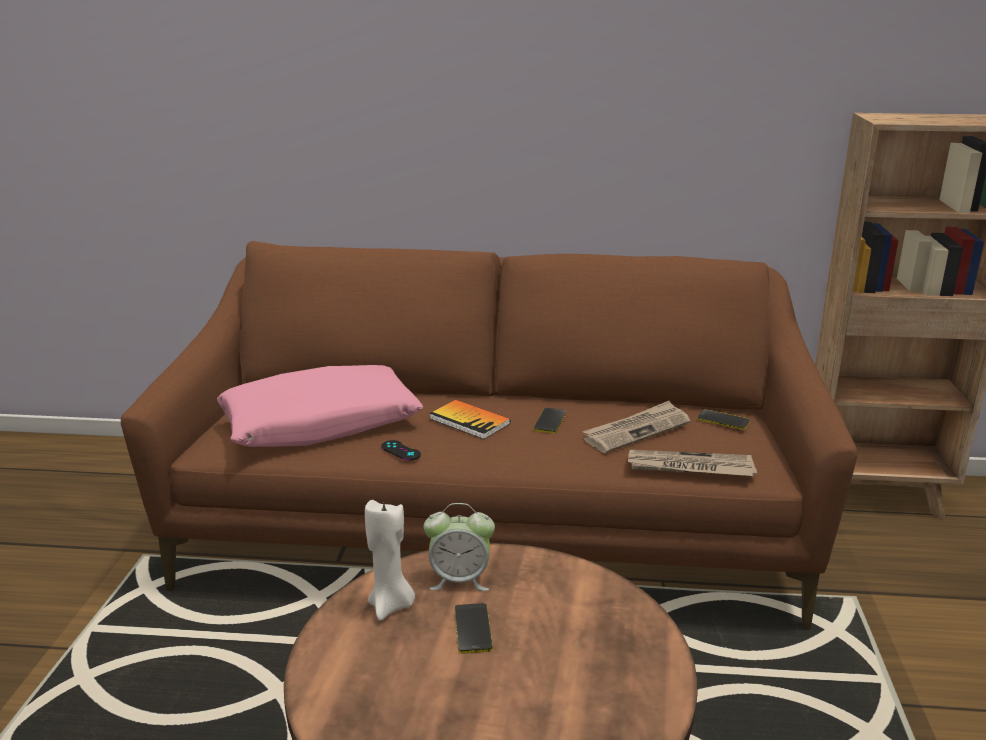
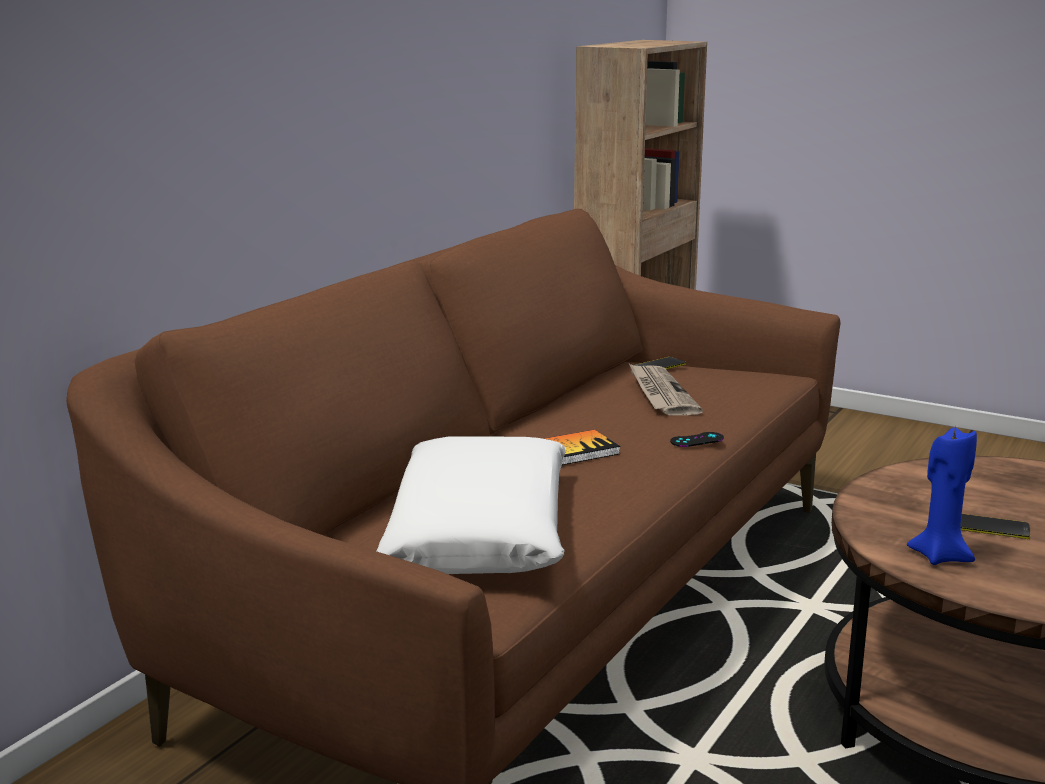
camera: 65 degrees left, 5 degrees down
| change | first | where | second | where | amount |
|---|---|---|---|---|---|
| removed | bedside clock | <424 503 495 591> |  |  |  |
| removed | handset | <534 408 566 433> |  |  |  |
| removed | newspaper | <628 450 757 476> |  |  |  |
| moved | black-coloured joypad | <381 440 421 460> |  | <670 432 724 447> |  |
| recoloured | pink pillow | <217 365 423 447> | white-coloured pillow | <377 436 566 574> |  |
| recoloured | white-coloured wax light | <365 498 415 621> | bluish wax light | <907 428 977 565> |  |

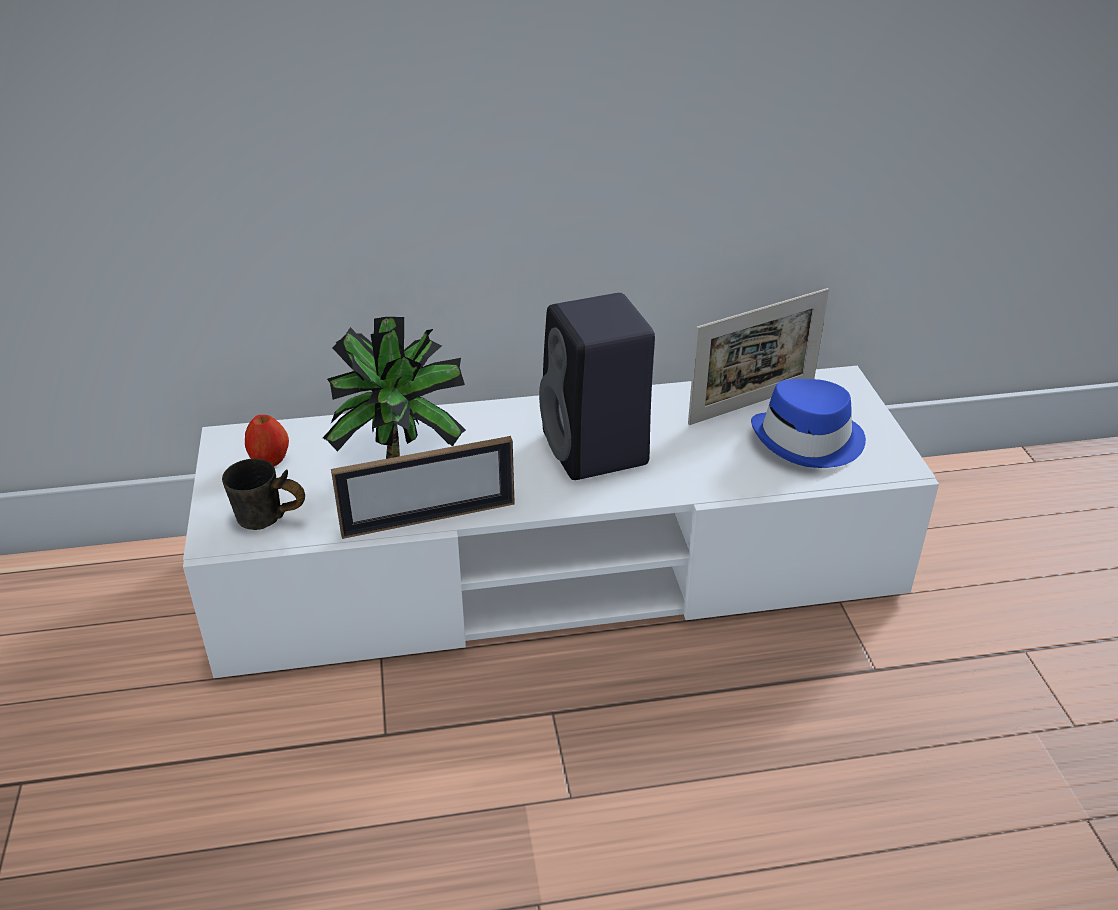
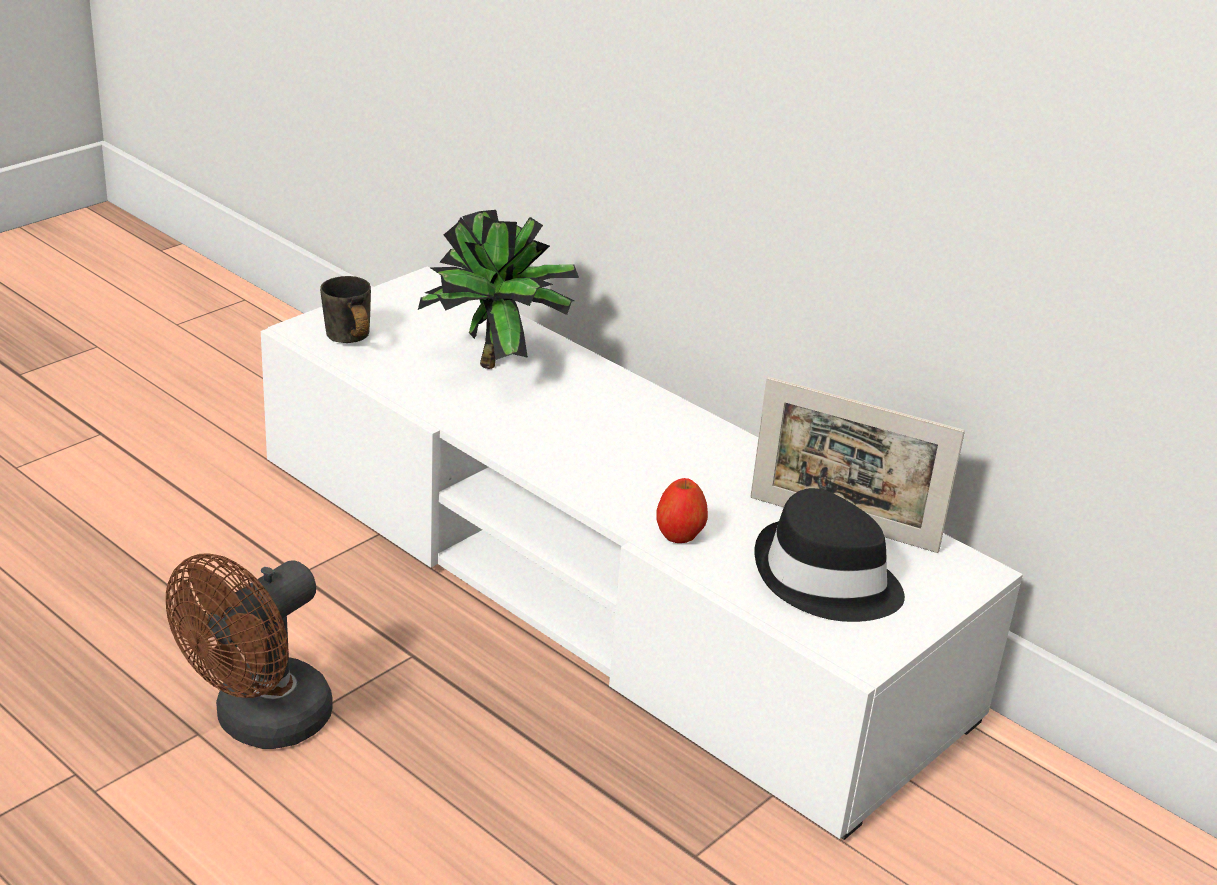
camera: 50 degrees right, 5 degrees down
| change | first | where | second | where | amount |
|---|---|---|---|---|---|
| removed | standing frame | <331 436 515 539> |  |  |  |
| removed | black-coloured audio speaker | <539 293 655 480> |  |  |  |
| added |  |  | brown fan | <166 553 333 749> |  |
| moved | apple | <245 415 289 466> |  | <656 478 708 543> |  |
| recoloured | bluish hat | <751 379 866 468> | black-coloured hat | <755 488 905 622> |  |

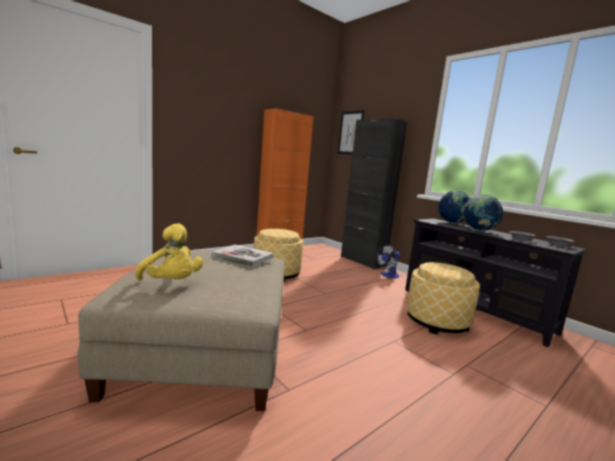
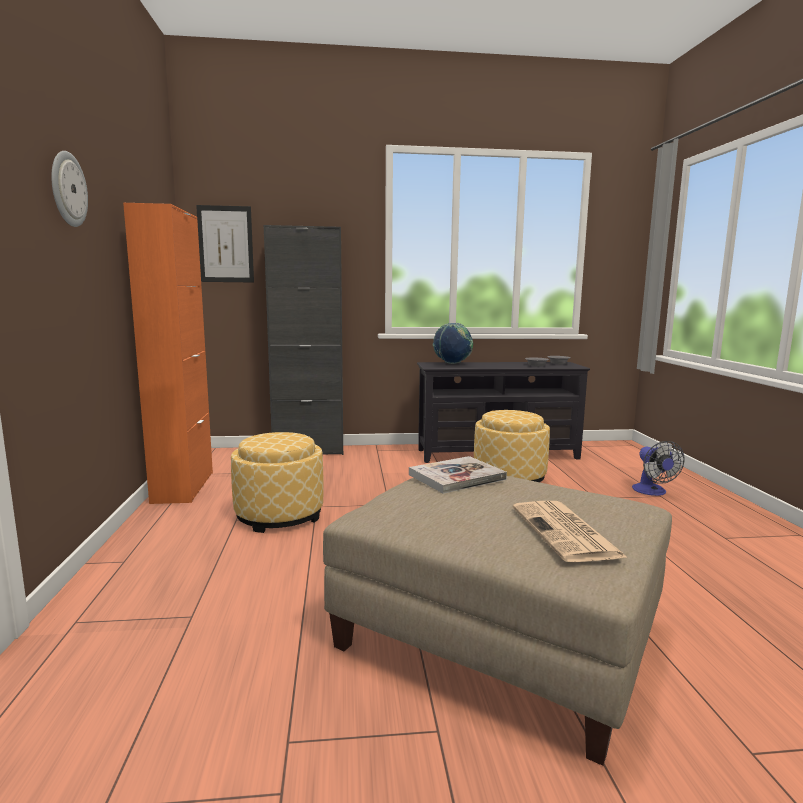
camera: 55 degrees left, 0 degrees up
| change | first | where | second | where | amount |
|---|---|---|---|---|---|
| removed | world globe | <463 194 504 232> |  |  |  |
| added |  |  | clock on the wall | <51 151 88 227> |  |
| moved | fan | <376 245 400 278> |  | <632 441 685 496> |  |
| replaced | yellow-coloured plush toy | <135 223 203 280> | newspaper | <513 501 628 562> |  |

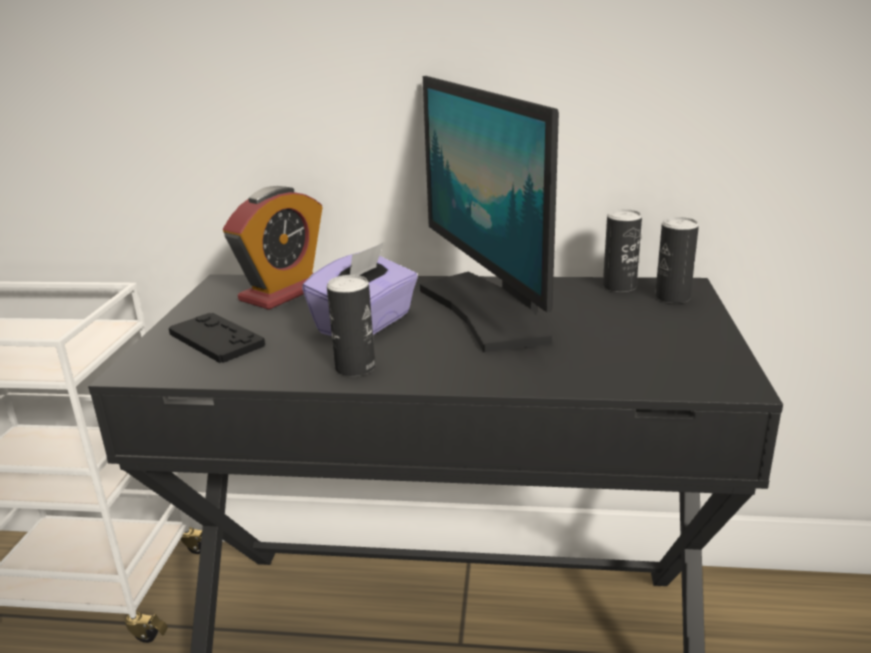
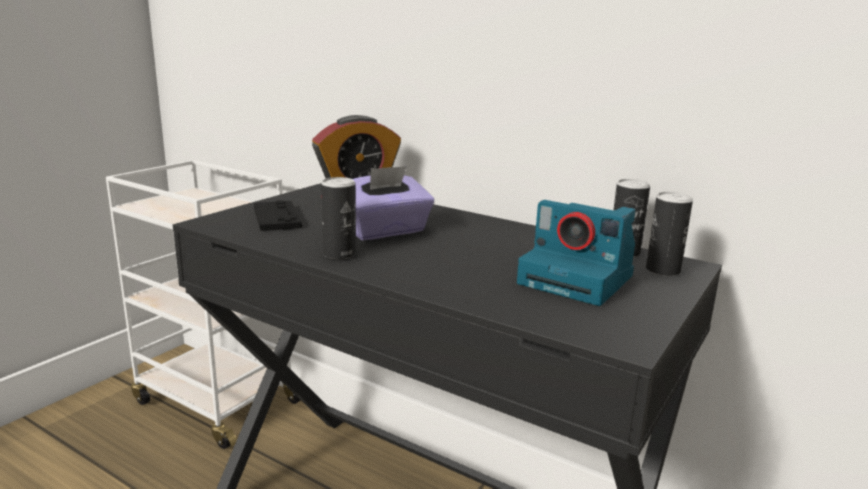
camera: 25 degrees right, 5 degrees down
| change | first | where | second | where | amount |
|---|---|---|---|---|---|
| removed | computer screen | <419 76 559 352> |  |  |  |
| added |  |  | still camera | <517 200 635 306> |  |

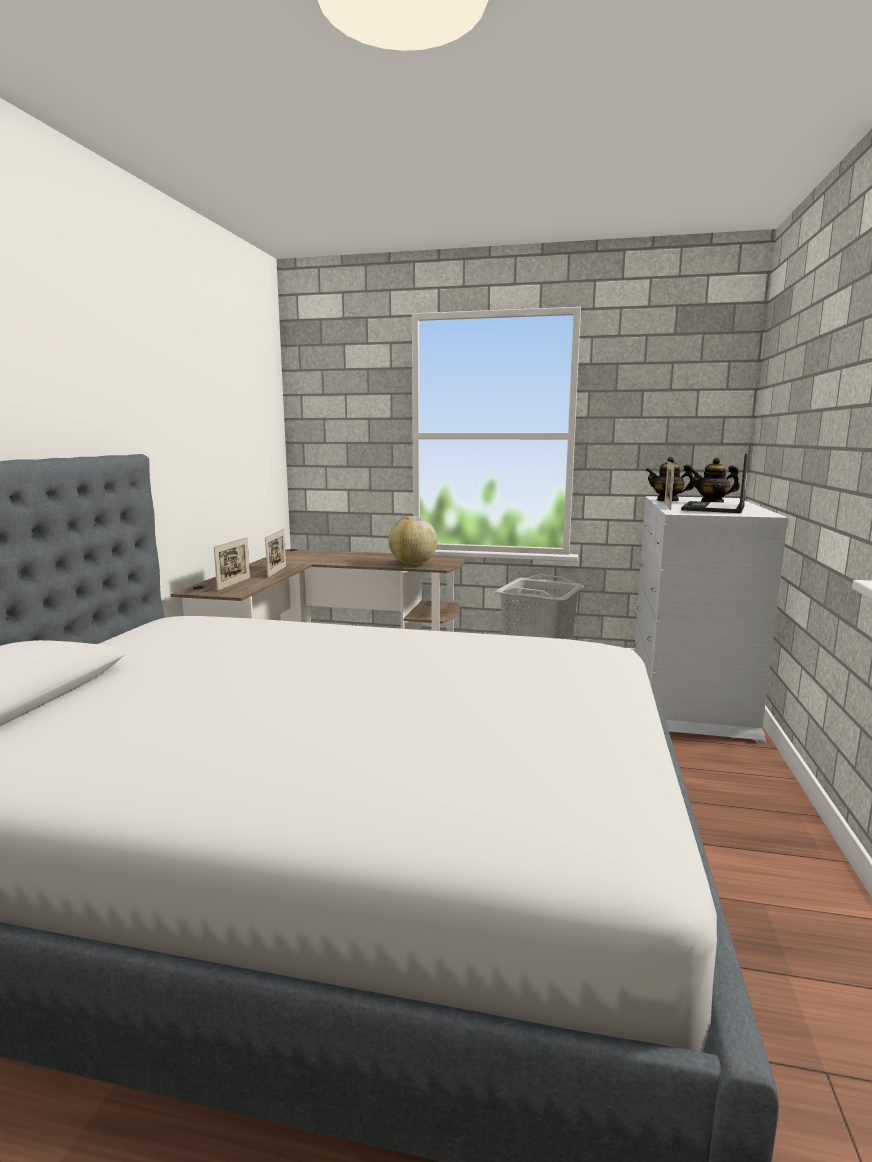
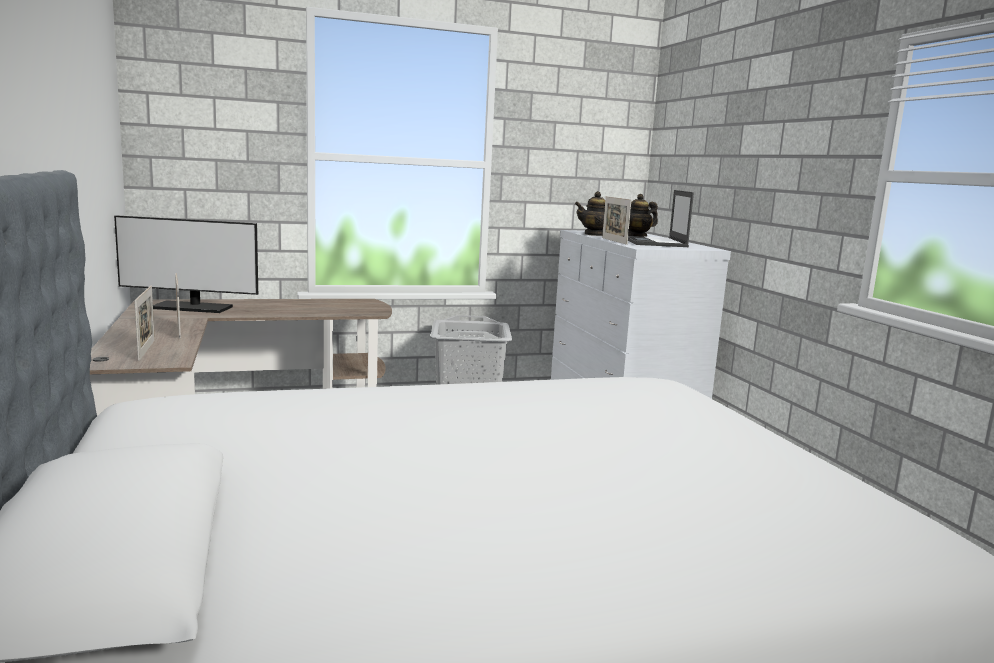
camera: 30 degrees left, 0 degrees up
| change | first | where | second | where | amount |
|---|---|---|---|---|---|
| removed | world globe | <388 516 437 565> |  |  |  |
| added |  |  | computer screen | <114 215 258 313> |  |

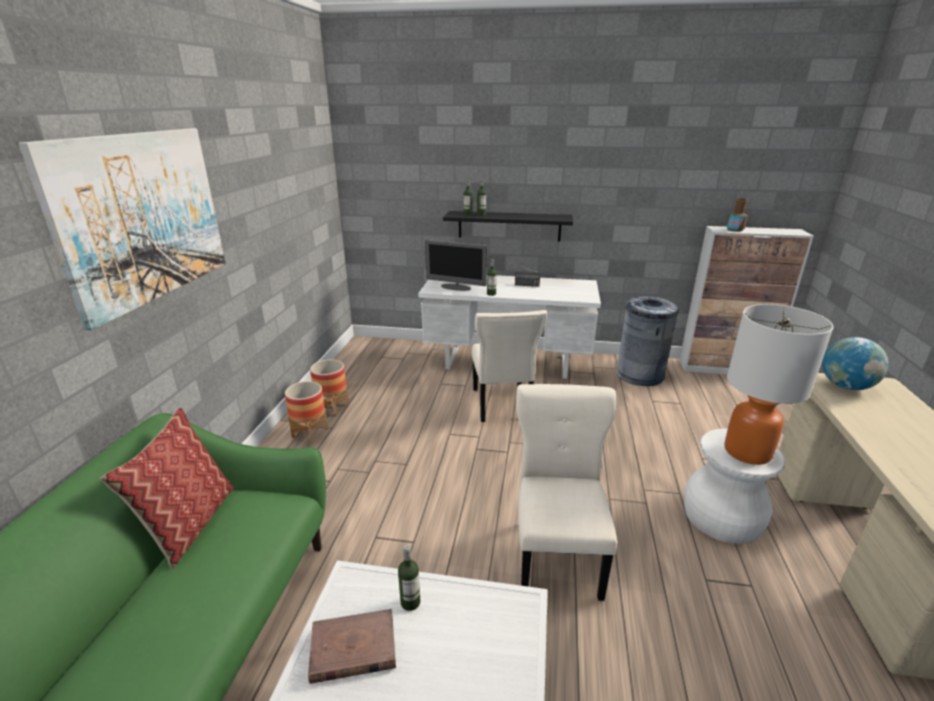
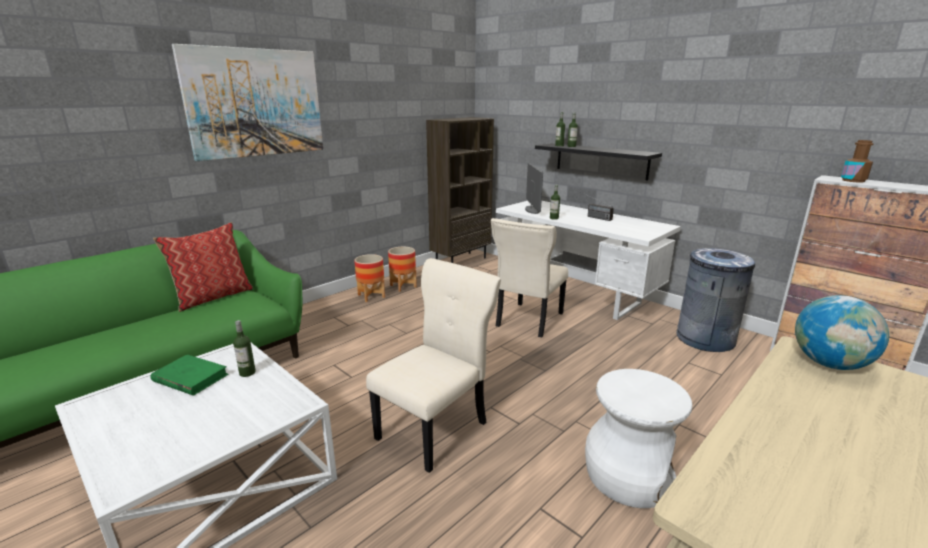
camera: 35 degrees right, 5 degrees down
| change | first | where | second | where | amount |
|---|---|---|---|---|---|
| removed | table lamp | <724 304 834 465> |  |  |  |
| added |  |  | brown bookcase | <426 117 494 263> |  |
| recoloured | brown volume | <308 609 396 684> | green volume | <150 354 228 396> |  |
| turned | computer screen | <425 240 487 291> |  | <525 163 543 214> | 150 degrees counterclockwise |

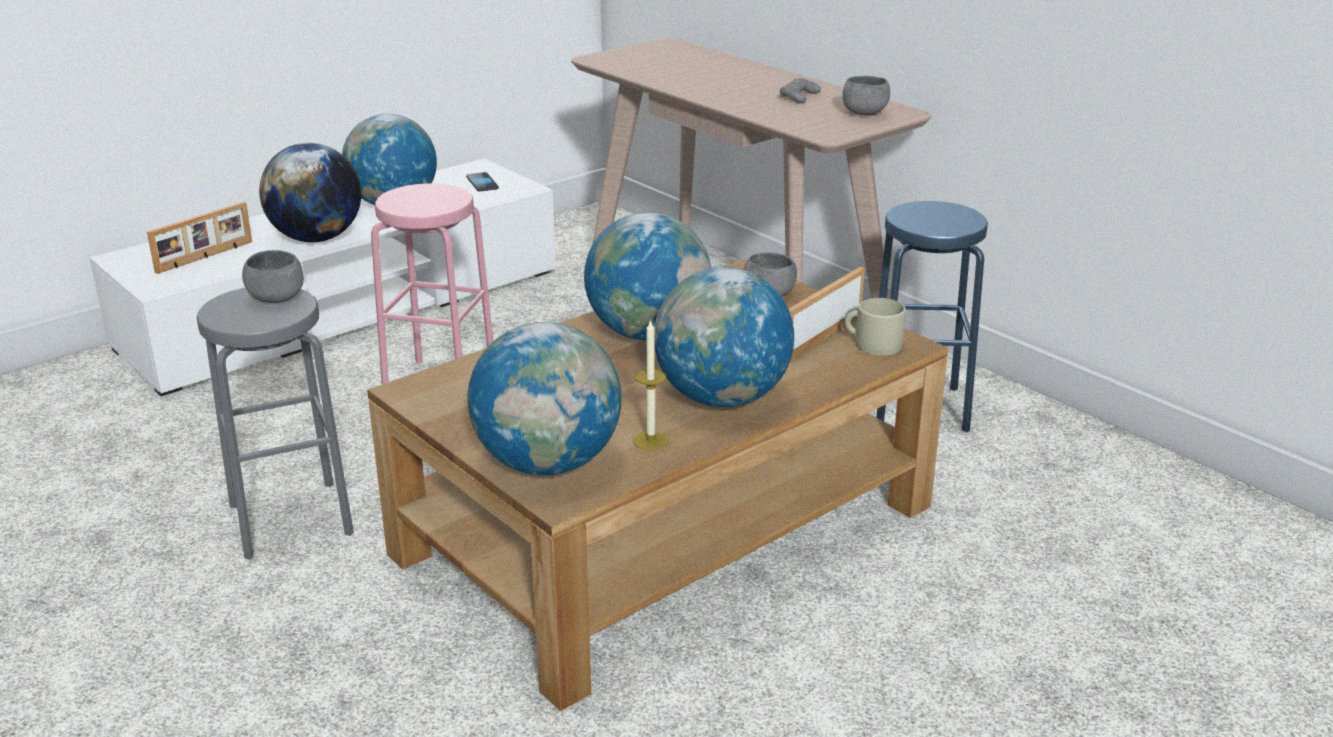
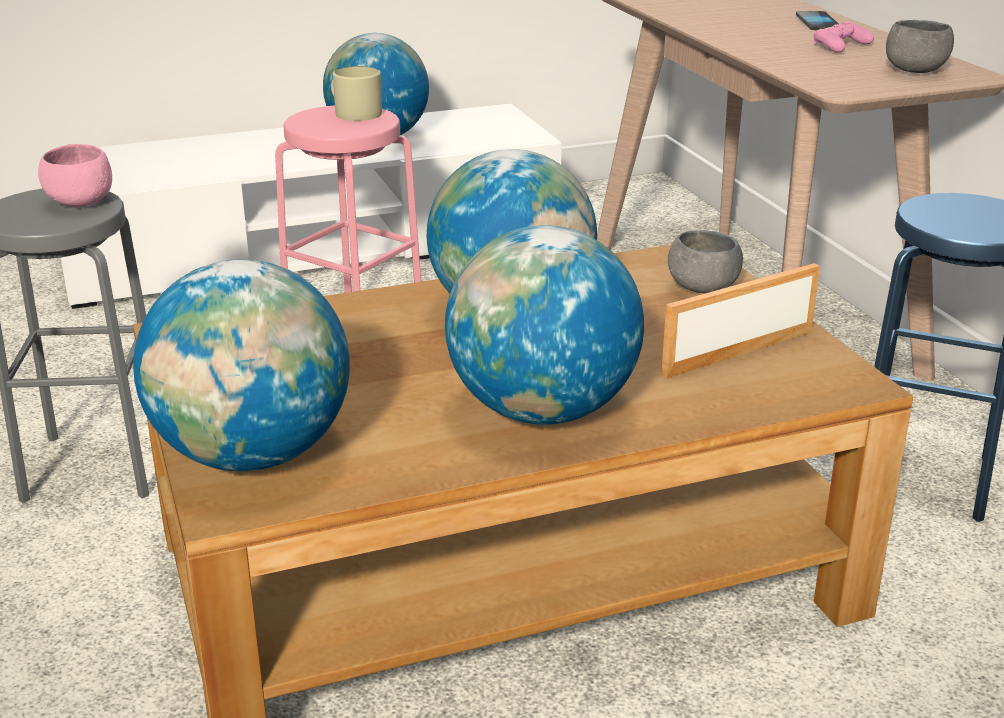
camera: 20 degrees right, 0 degrees up
| change | first | where | second | where | amount |
|---|---|---|---|---|---|
| removed | standing frame | <147 202 252 274> |  |  |  |
| removed | world globe | <259 143 361 242> |  |  |  |
| removed | wax light | <633 319 669 451> |  |  |  |
| moved | handset | <466 172 499 192> |  | <796 11 838 30> |  |
| moved | sand-coloured tea mug | <845 298 906 355> |  | <331 66 382 121> |  |
| recoloured | grey deep dish | <242 250 304 303> | pink deep dish | <38 144 112 206> |  |
| recoloured | grey joypad | <780 78 821 103> | pink joypad | <813 21 874 53> |  |

